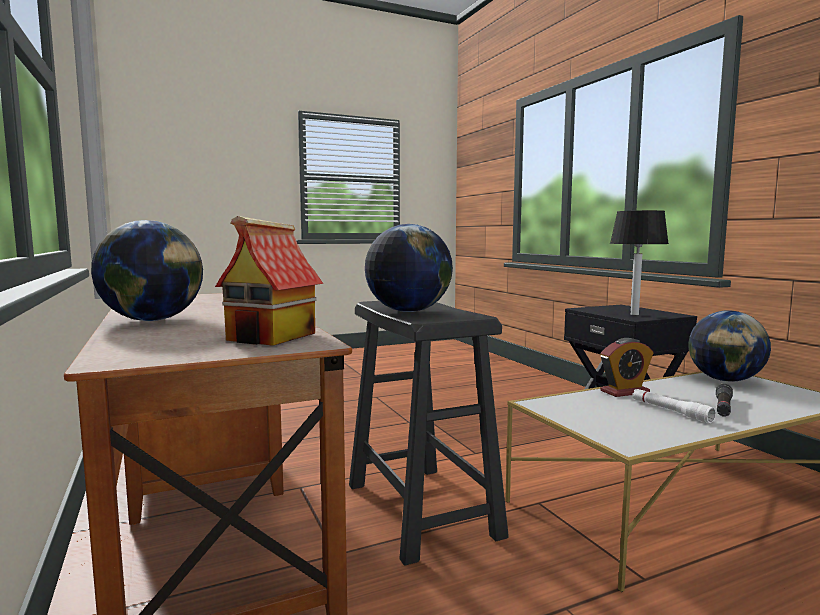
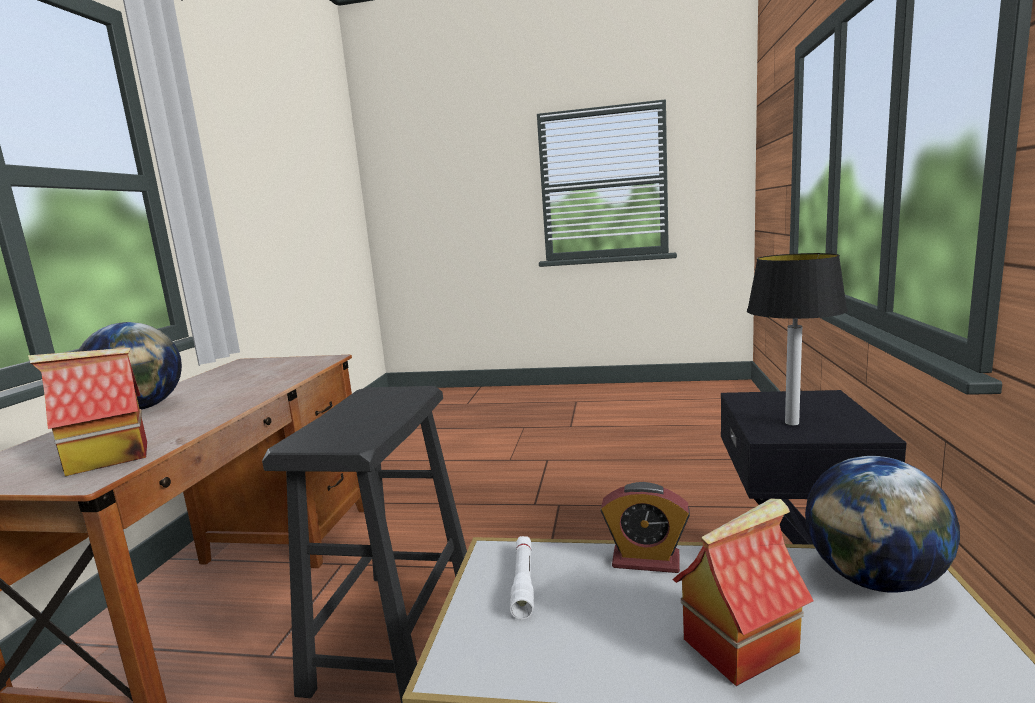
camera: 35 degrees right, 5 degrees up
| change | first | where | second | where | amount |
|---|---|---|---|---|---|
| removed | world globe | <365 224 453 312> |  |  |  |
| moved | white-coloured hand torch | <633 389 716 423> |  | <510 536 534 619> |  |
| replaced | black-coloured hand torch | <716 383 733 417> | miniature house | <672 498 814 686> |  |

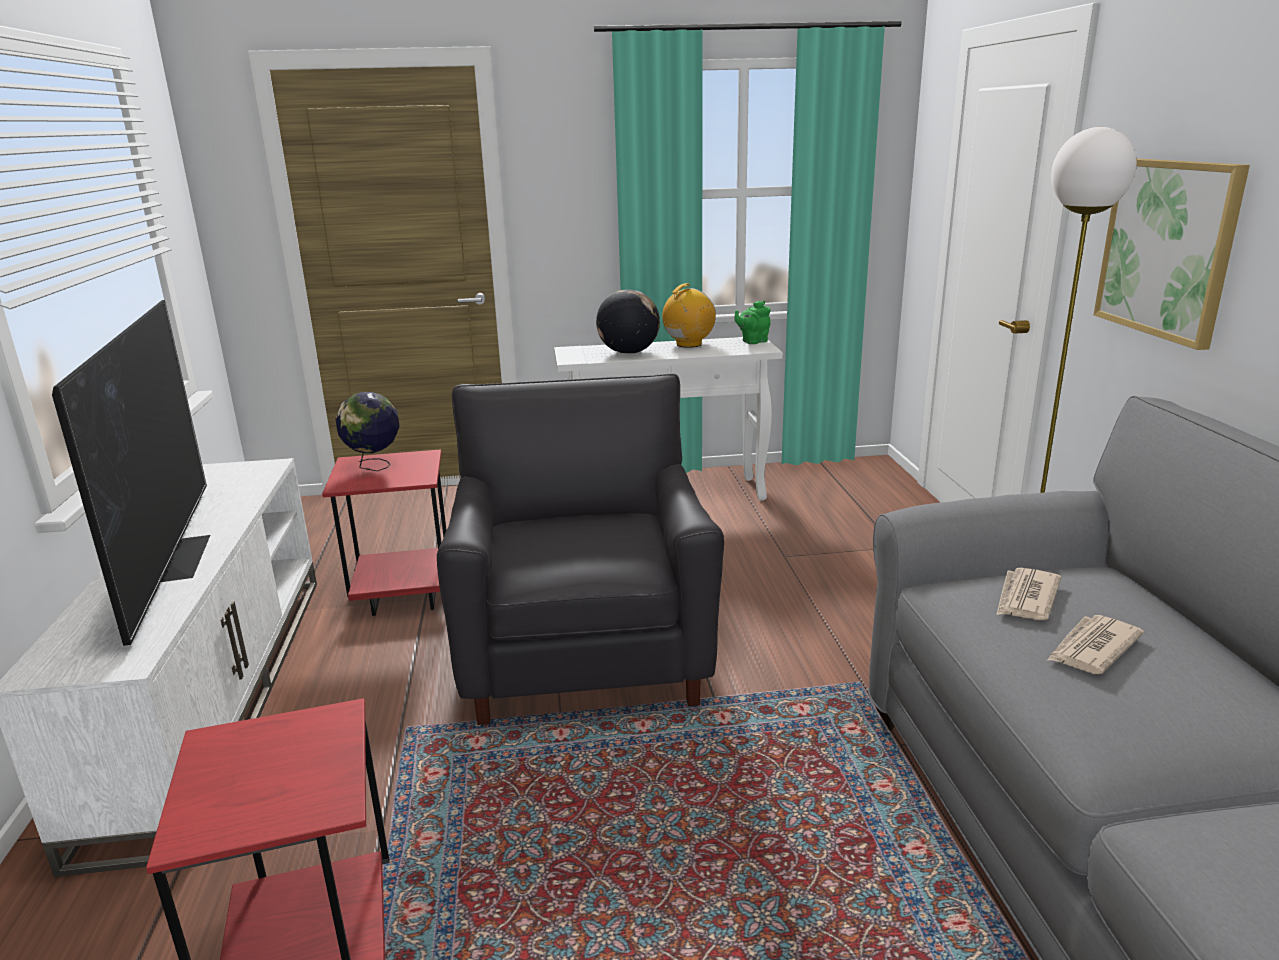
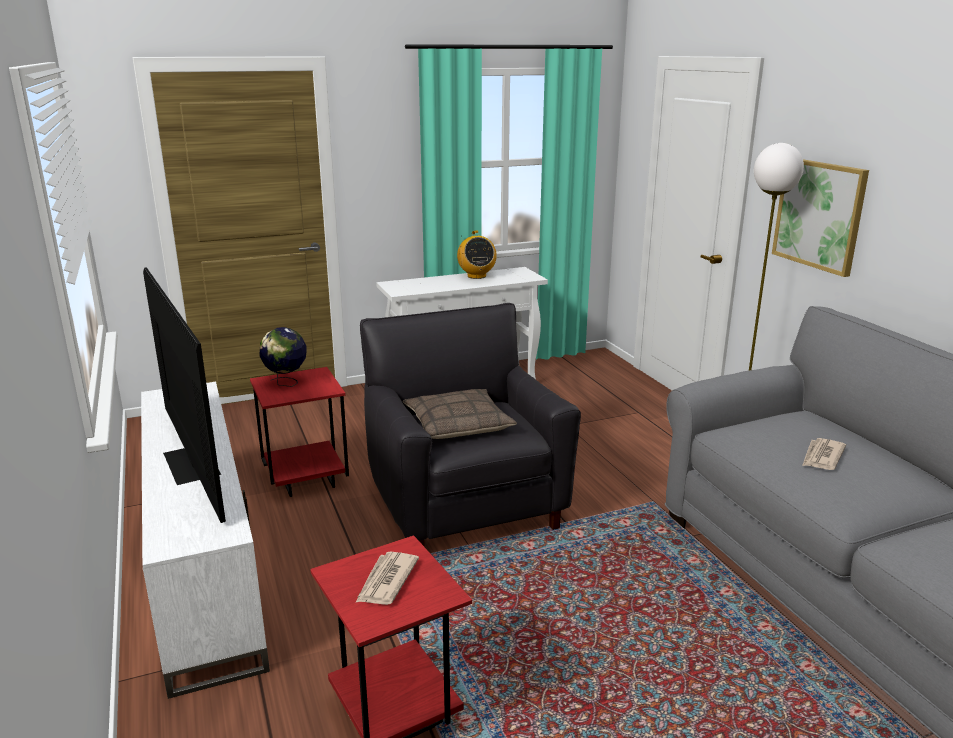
camera: 15 degrees left, 0 degrees up
| change | first | where | second | where | amount |
|---|---|---|---|---|---|
| removed | world globe | <596 289 660 354> |  |  |  |
| removed | green pot for tea | <735 301 771 344> |  |  |  |
| added |  |  | pillow | <403 389 517 439> |  |
| moved | newspaper | <996 568 1061 620> |  | <356 552 419 605> |  |
| turned | radio set | <662 283 716 348> |  | <457 231 497 279> | 135 degrees clockwise |

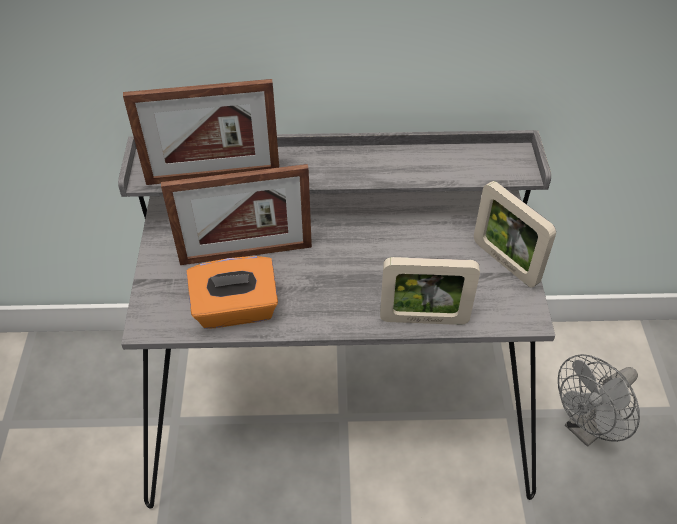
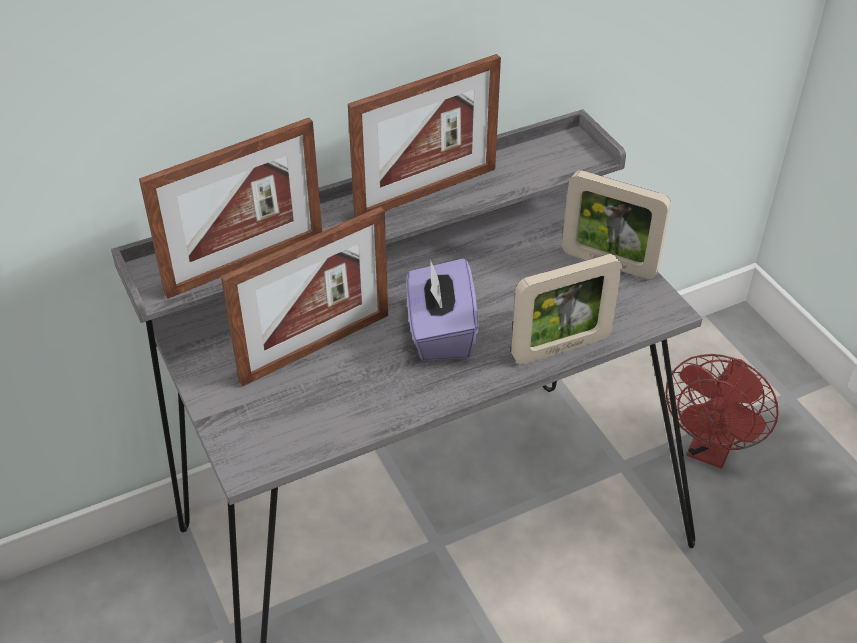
camera: 25 degrees left, 5 degrees down
| change | first | where | second | where | amount |
|---|---|---|---|---|---|
| removed | orange-coloured tissue box | <187 256 278 329> |  |  |  |
| added |  |  | standing frame | <348 54 501 218> |  |
| added |  |  | purple tissue box | <406 258 478 361> |  |
| recoloured | grey fan | <558 354 640 447> | reddish fan | <665 354 779 469> |  |

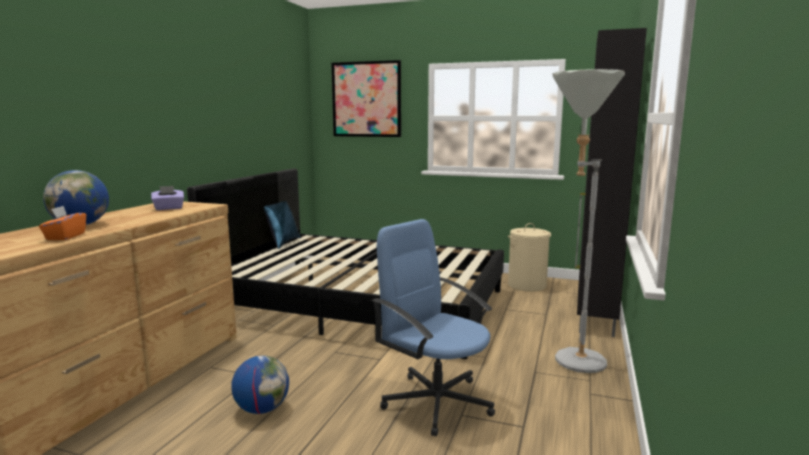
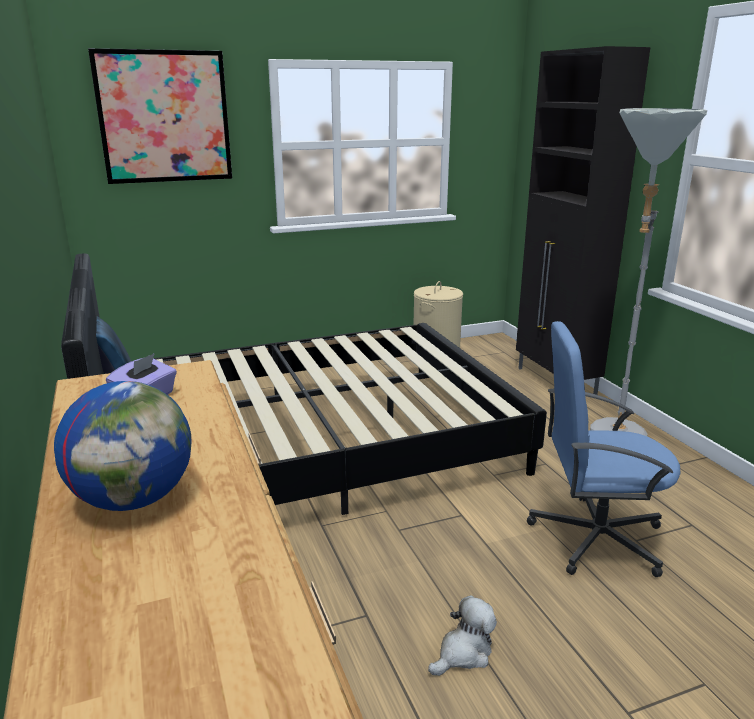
camera: 40 degrees left, 10 degrees up
| change | first | where | second | where | amount |
|---|---|---|---|---|---|
| removed | orange-coloured tissue box | <39 206 86 240> |  |  |  |
| replaced | world globe | <231 355 289 414> | plush toy | <428 596 497 676> |  |

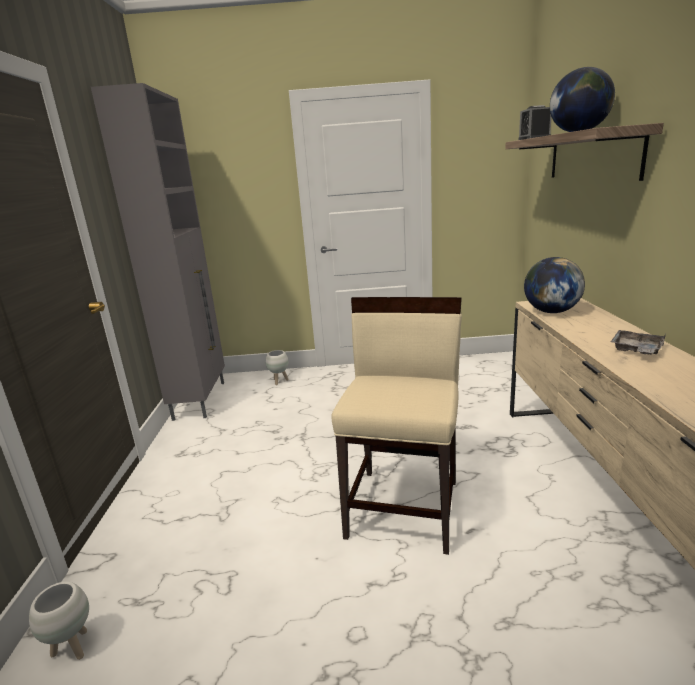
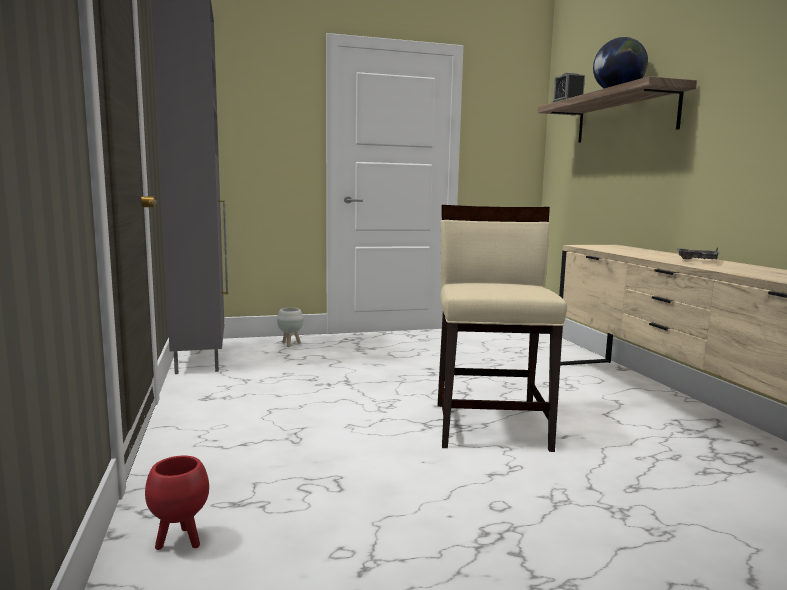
camera: 15 degrees left, 10 degrees down
| change | first | where | second | where | amount |
|---|---|---|---|---|---|
| removed | world globe | <524 257 585 313> |  |  |  |
| recoloured | white-coloured plant pot | <29 582 89 660> | reddish plant pot | <145 456 209 550> |  |

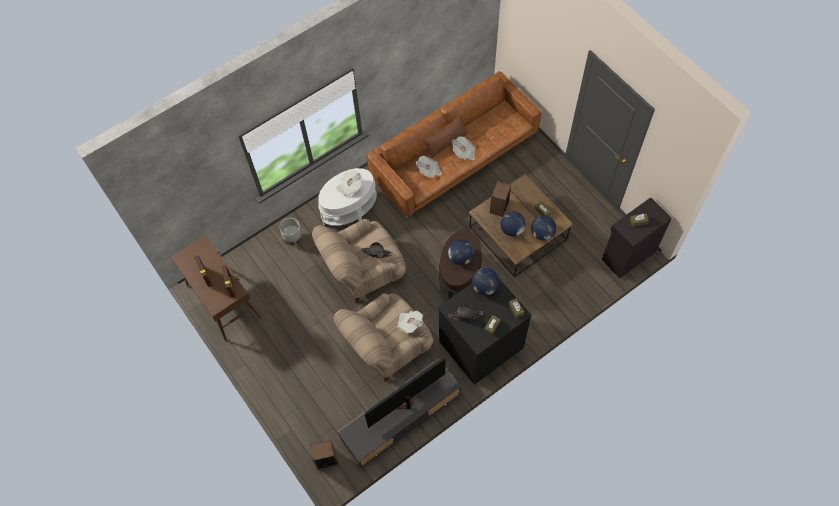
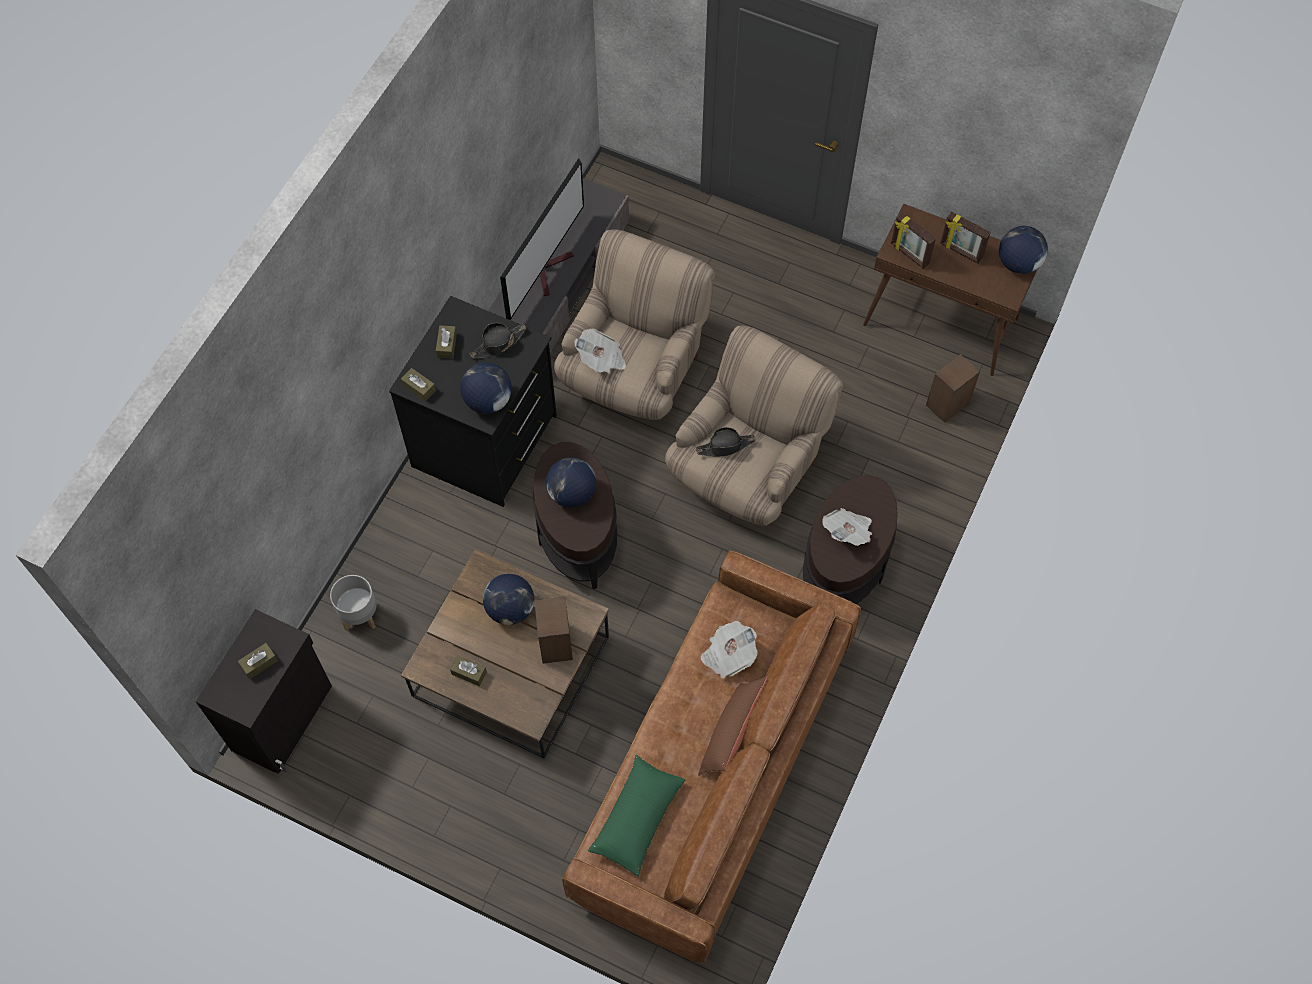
camera: 150 degrees right, 0 degrees up
| change | first | where | second | where | amount |
|---|---|---|---|---|---|
| removed | newspaper | <452 136 475 160> |  |  |  |
| added |  |  | green pillow | <588 755 685 876> |  |
| moved | grey plant pot | <279 218 303 248> |  | <330 575 376 631> |  |
| moved | audio speaker | <310 440 338 469> |  | <926 354 980 423> |  |
| moved | world globe | <531 215 556 241> |  | <999 226 1048 274> |  |
| recoloured | white-coloured accent table | <318 168 377 226> | brown accent table | <803 475 898 604> |  |

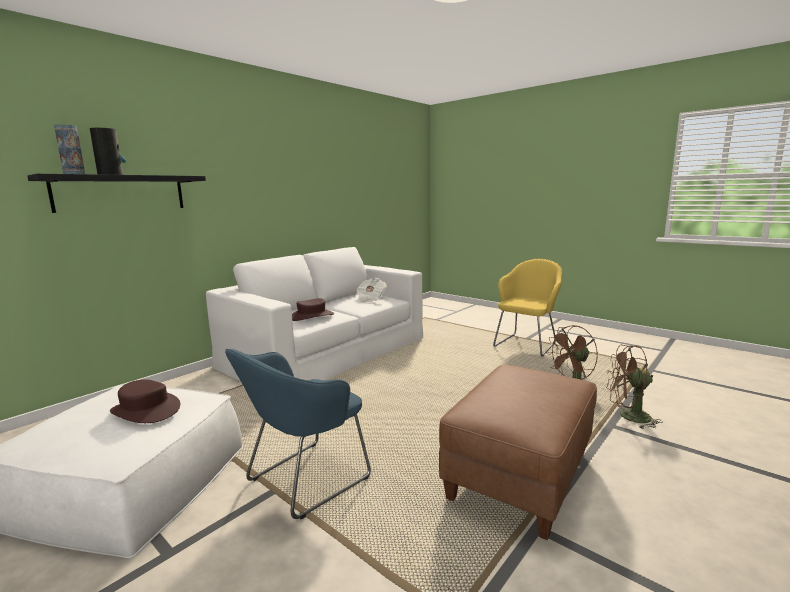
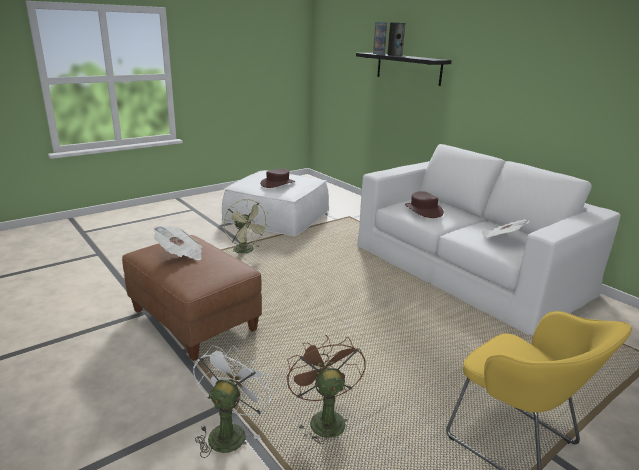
camera: 100 degrees right, 10 degrees up
| change | first | where | second | where | amount |
|---|---|---|---|---|---|
| added |  |  | newspaper | <153 226 203 260> |  |
| replaced | bluish lounge chair | <225 349 371 520> | green fan | <224 199 269 254> |  |
| recoloured | brown fan | <606 345 663 429> | white-coloured fan | <193 345 274 458> |  |

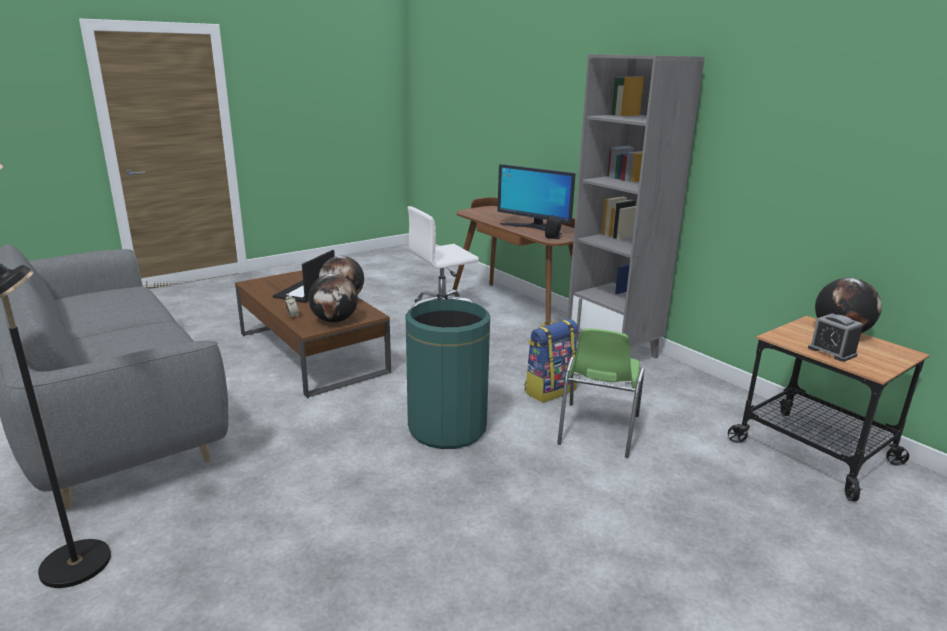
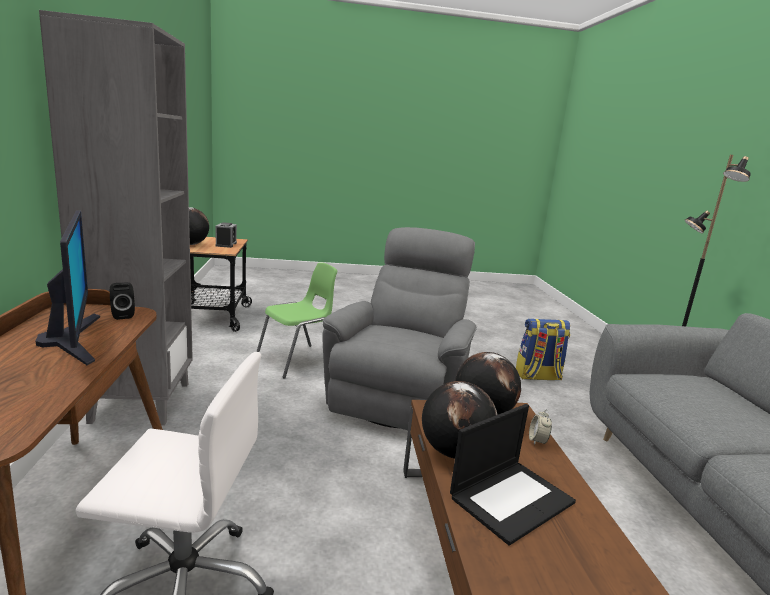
camera: 150 degrees left, 5 degrees down
| change | first | where | second | where | amount |
|---|---|---|---|---|---|
| moved | rucksack | <525 319 578 403> |  | <516 319 570 381> |  |
| replaced | green rubbish bin | <406 299 490 449> | grey lounge chair | <322 227 477 430> |  |

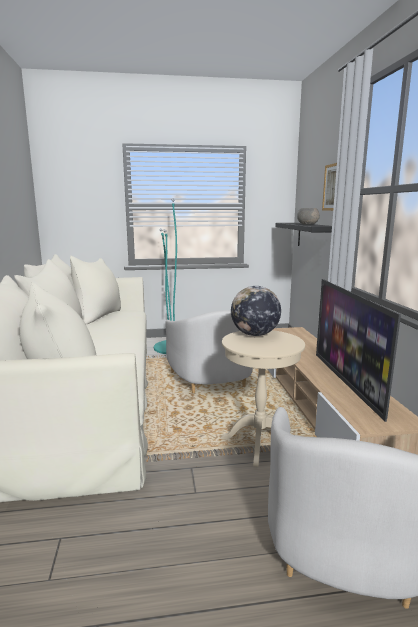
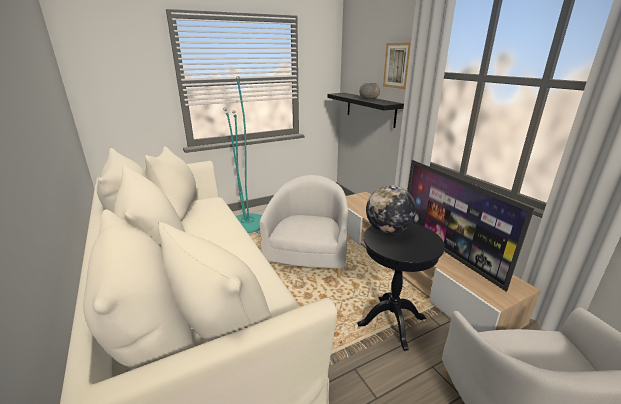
camera: 20 degrees left, 10 degrees up
| change | first | where | second | where | amount |
|---|---|---|---|---|---|
| recoloured | sand-coloured accent table | <220 330 305 467> | black-coloured accent table | <357 223 445 351> |  |
| turned | white-coloured lounge chair | <165 310 253 393> |  | <259 175 349 278> | 135 degrees counterclockwise |

